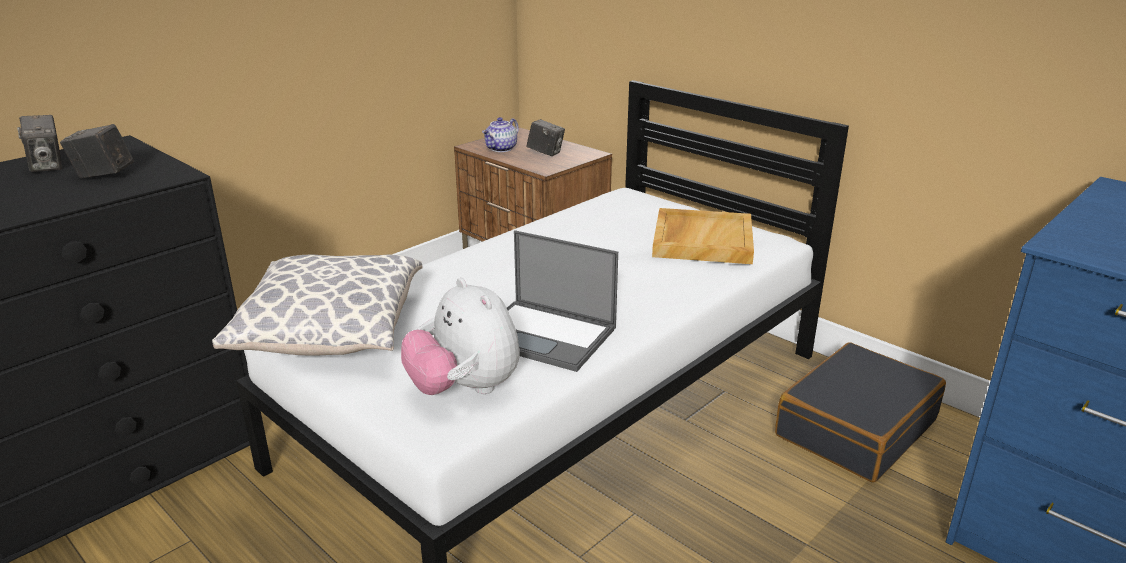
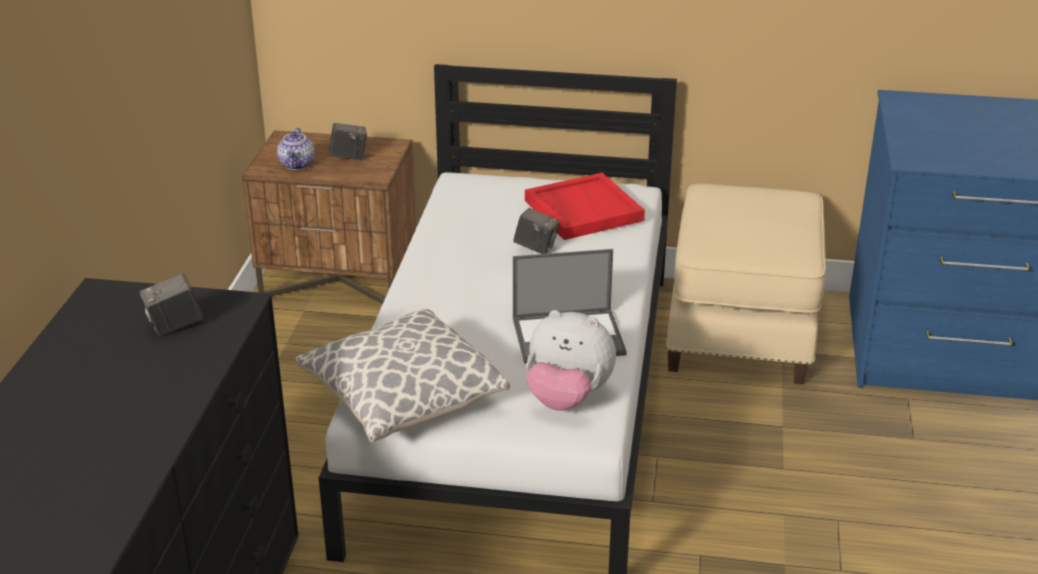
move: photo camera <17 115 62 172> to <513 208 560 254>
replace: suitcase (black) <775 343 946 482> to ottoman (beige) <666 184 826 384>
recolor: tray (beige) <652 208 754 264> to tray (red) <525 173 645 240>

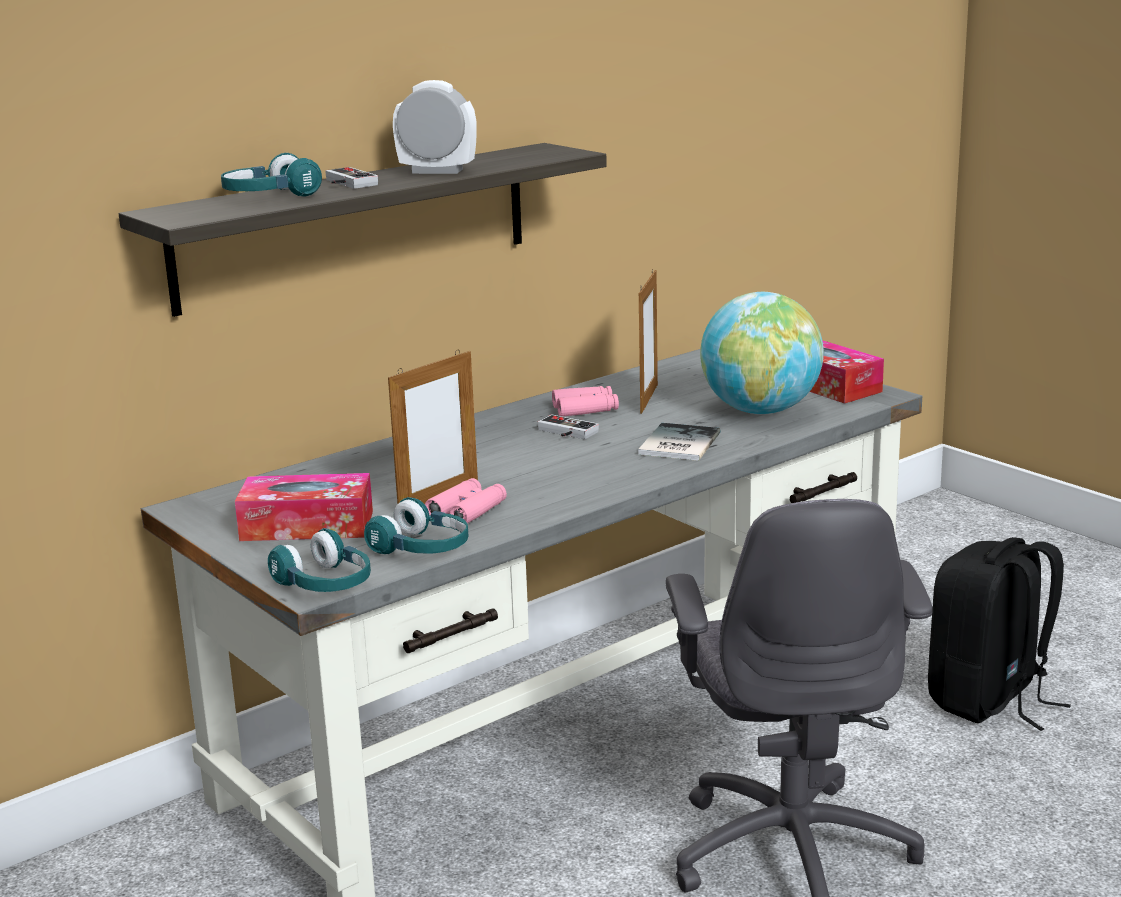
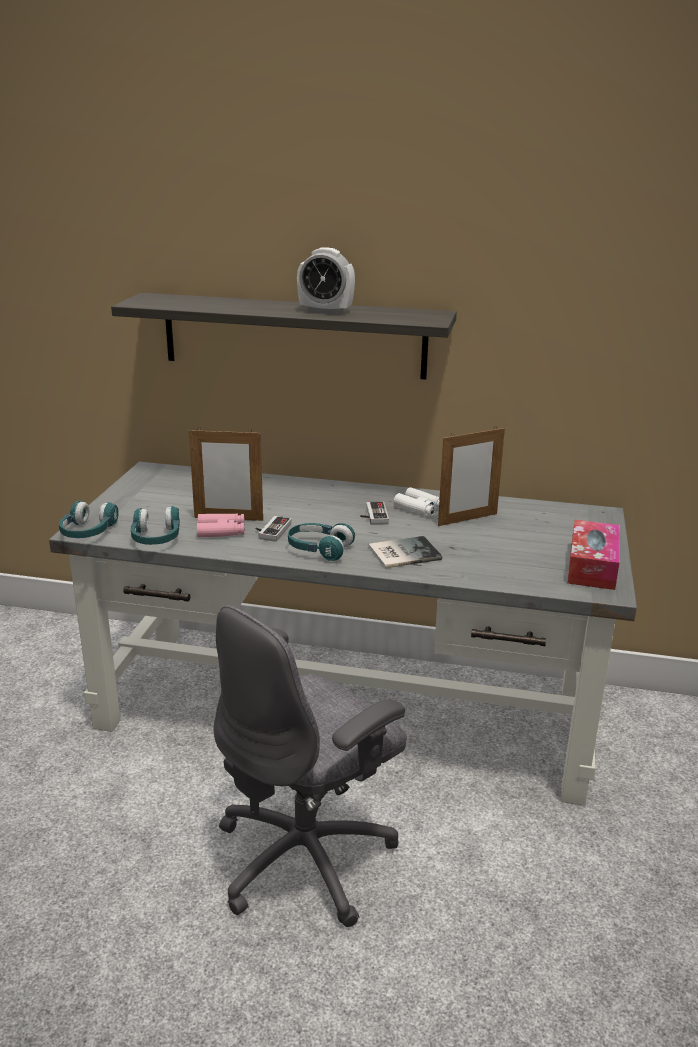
delete: tissue box <235 473 373 541>; globe <700 292 824 414>; backpack (black) <928 537 1071 731>
move: headphones (turquoise) <221 153 322 196> to <288 523 355 561>; game controller <325 167 378 189> to <256 516 292 542>
recolor: binoculars (pink) <552 386 619 417> to binoculars (white) <393 487 440 517>
rotate: alarm clock <393 80 477 174> = <297 247 355 315> 135 degrees clockwise

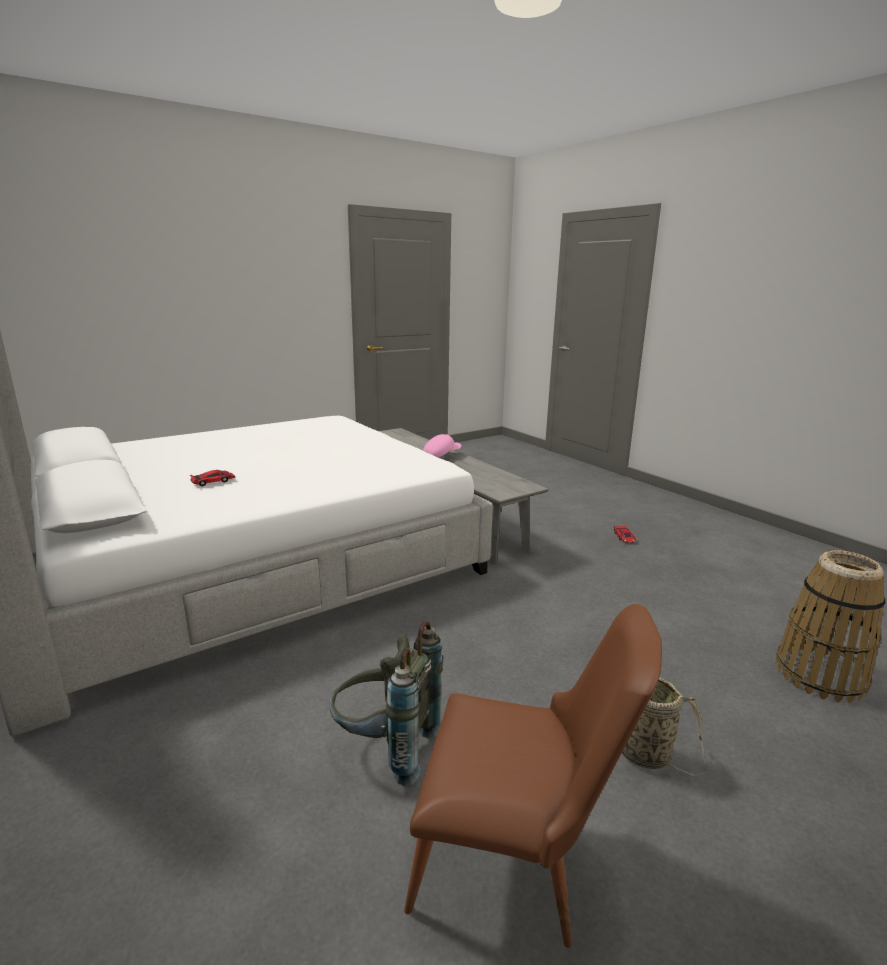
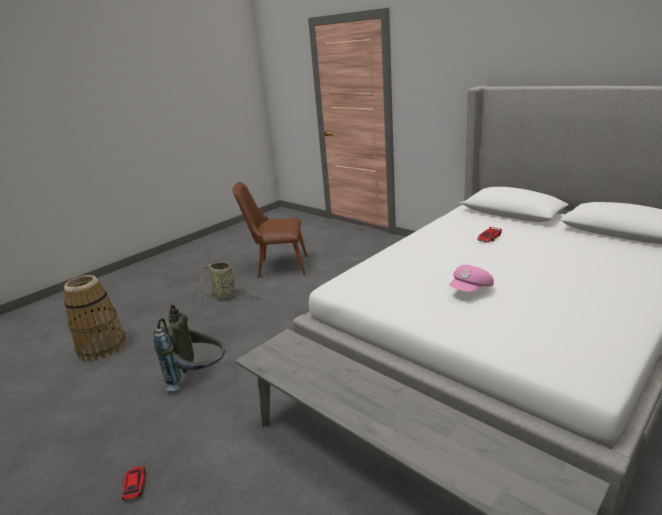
move: backpack (grey) <329 621 443 786> to <153 305 225 391>; cap (pink) <423 434 461 458> to <449 265 494 292>

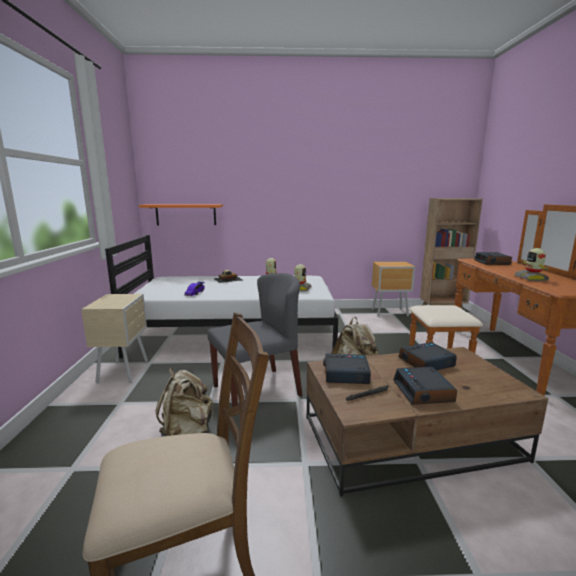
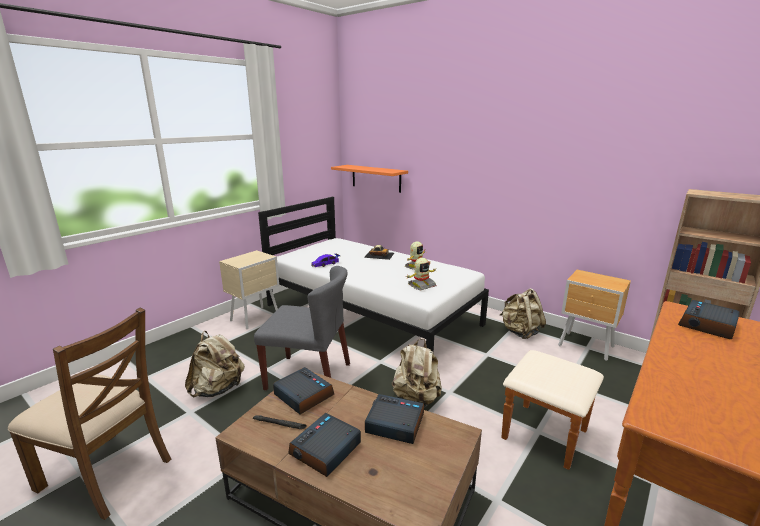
delete: toy robot <514 248 549 281>
insert: backpack (beige) <500 288 546 339>

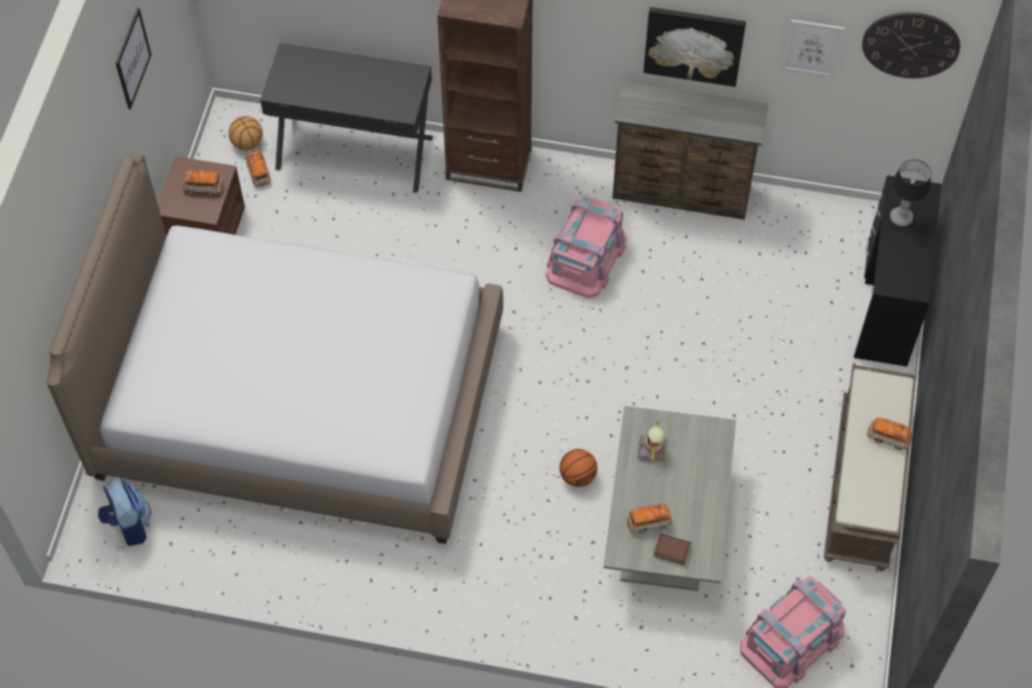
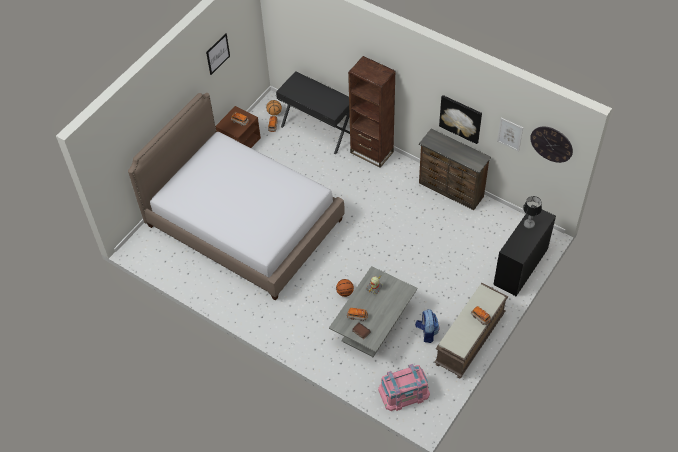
delete: storage box (pink) <546 196 627 299>
move: backpack <98 478 151 546> to <415 309 440 343>

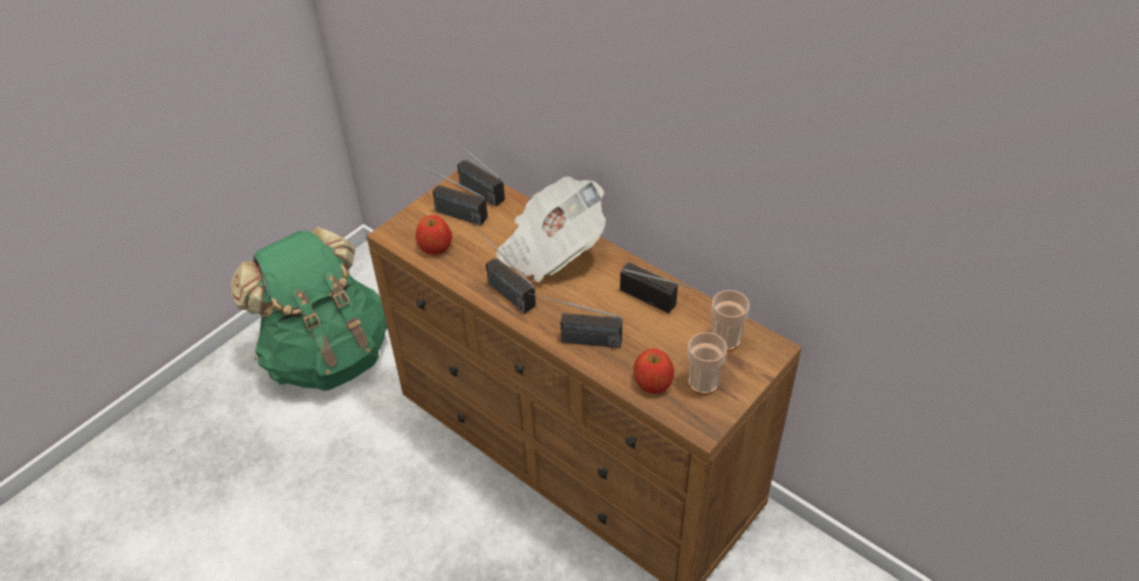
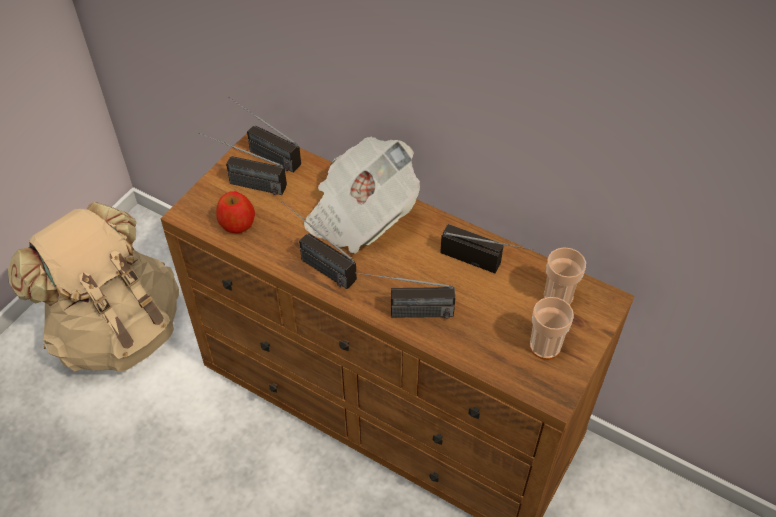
delete: apple <633 349 674 394>
recolor: backpack (green) <230 226 388 391> to backpack (beige) <8 202 179 372>

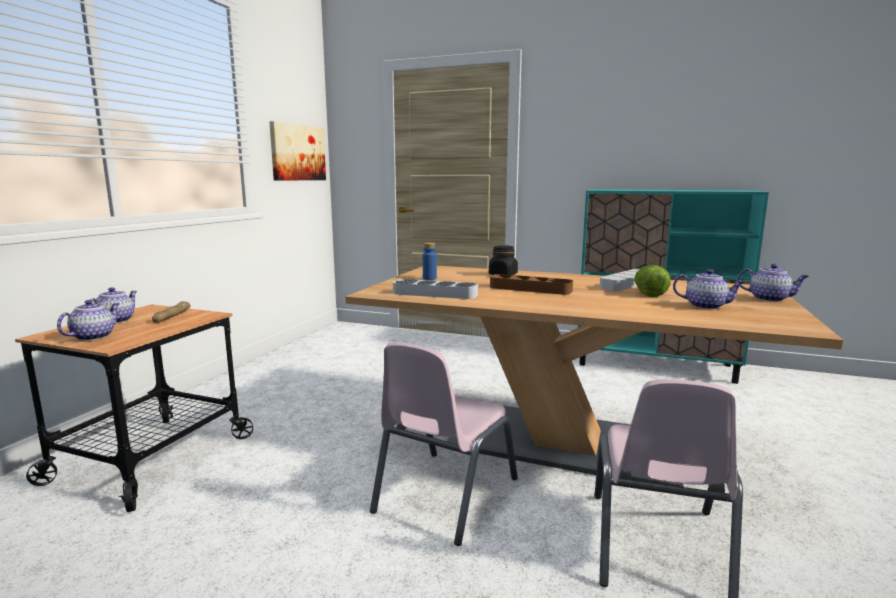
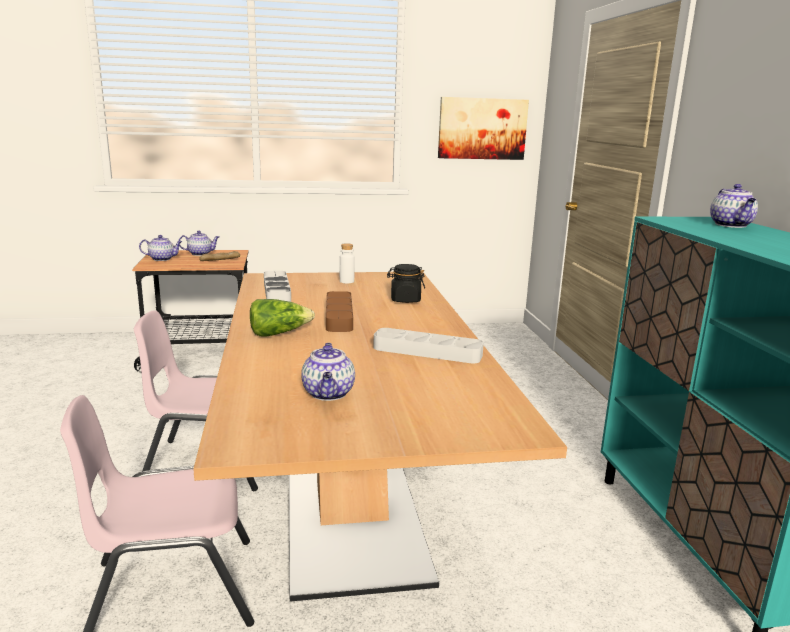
move: lettuce <635 265 671 297> to <250 299 315 336>; teapot <737 264 809 302> to <710 184 758 228>
recolor: bottle (blue) <423 243 437 280> to bottle (white) <340 243 355 283>

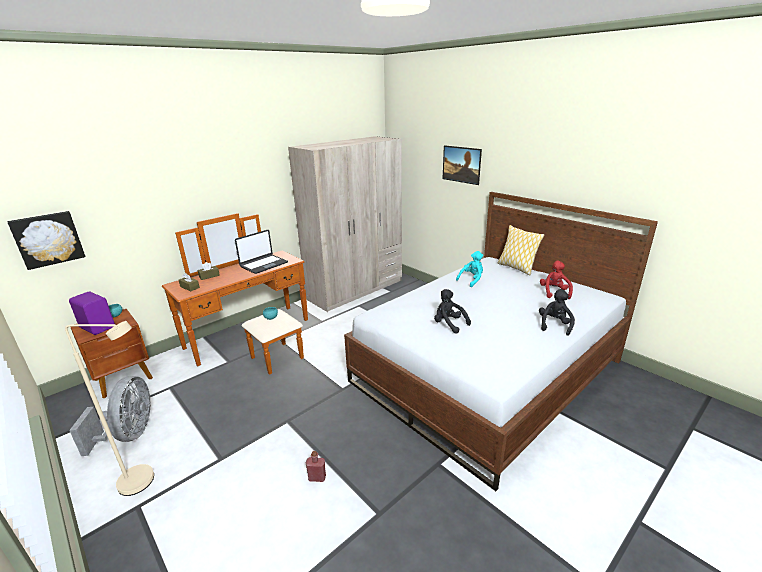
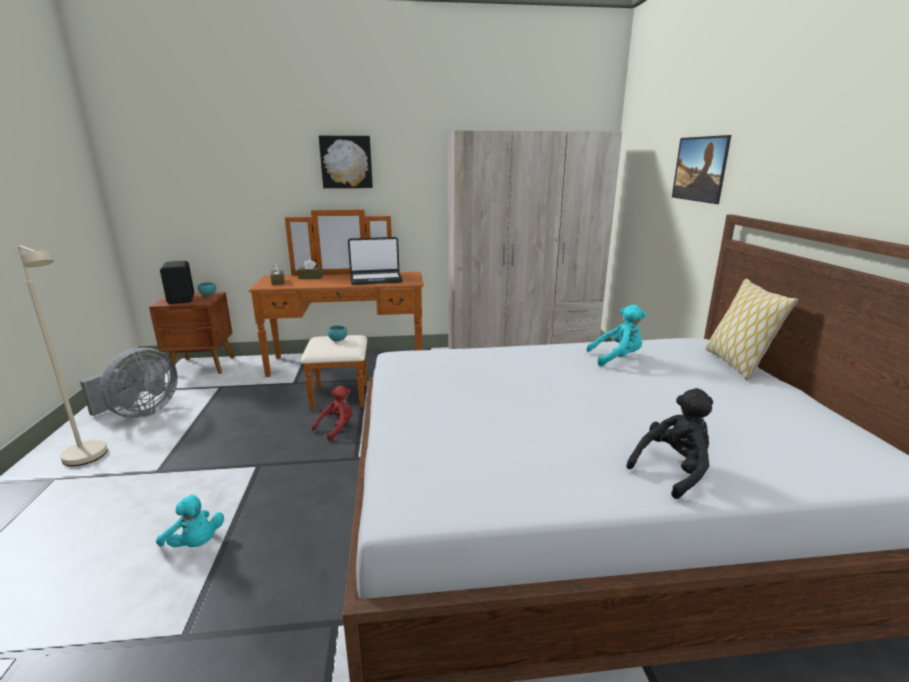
delete: plush toy (black) <434 289 471 334>
move: picture <7 211 86 270> to <319 136 373 188>; plush toy (red) <540 261 573 299> to <312 386 353 441>
replace: bottle (red) <306 451 326 482> to plush toy (turquoise) <156 494 224 547>
recolor: speaker (purple) <69 292 115 335> to speaker (black) <160 261 194 304>

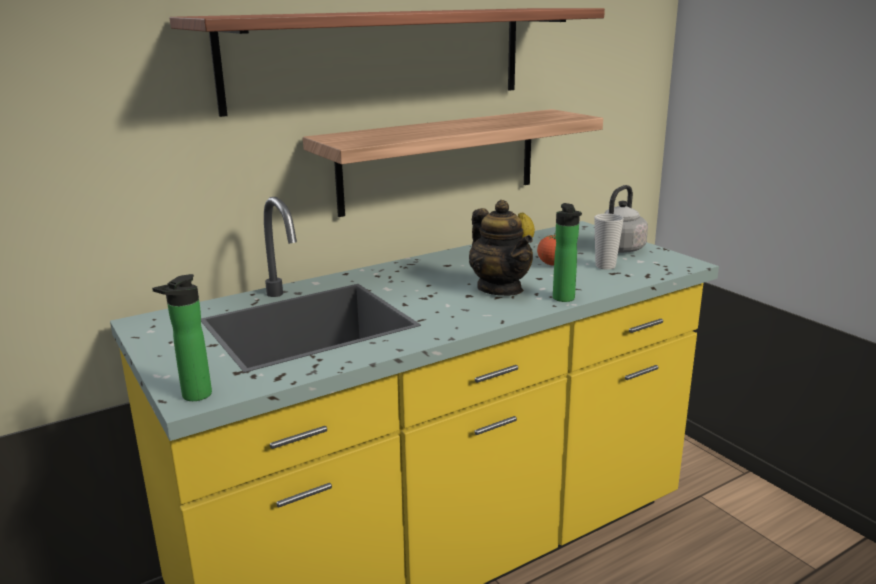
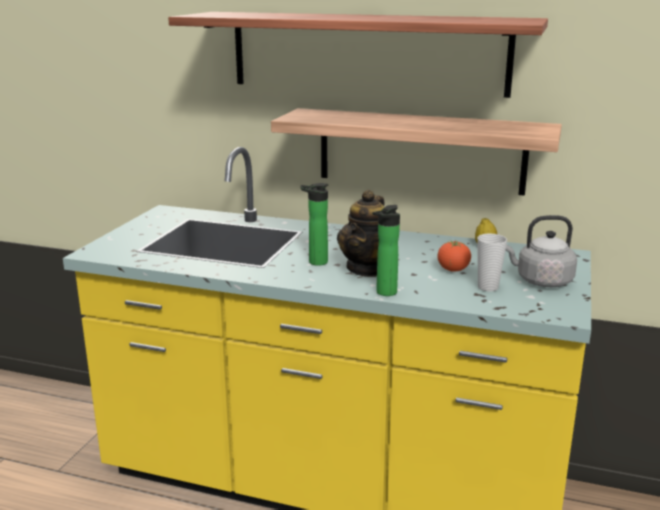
move: bottle <152 274 212 401> to <300 183 328 266>

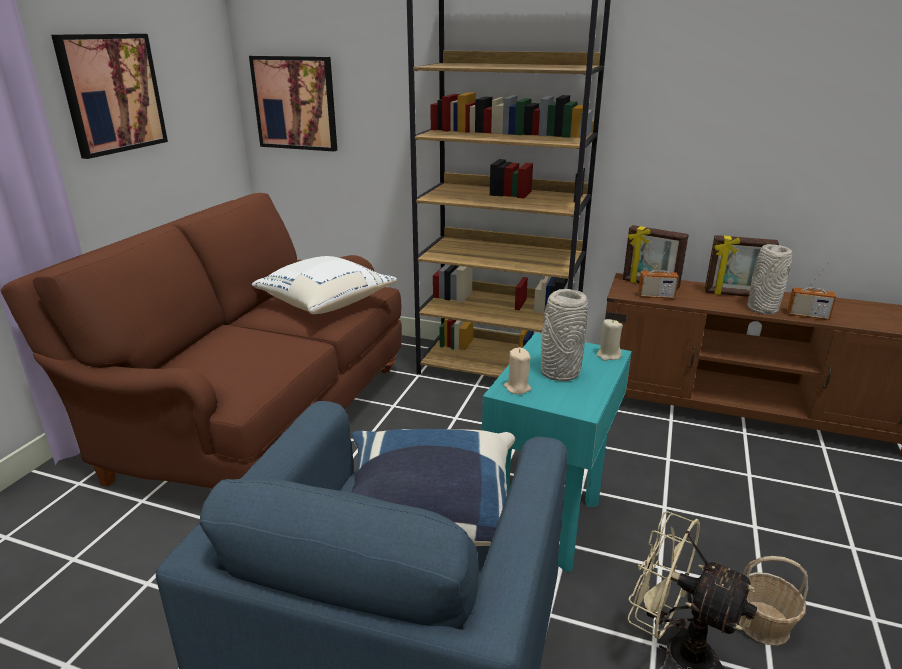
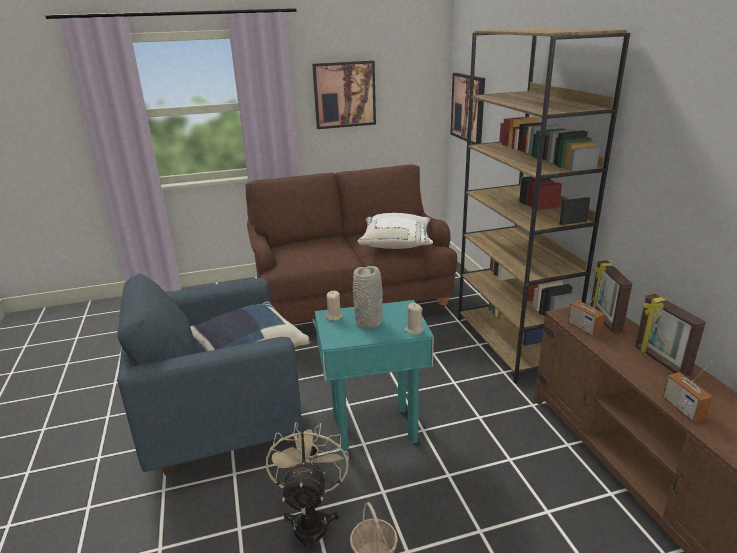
delete: vase (grey) <748 244 792 314>

